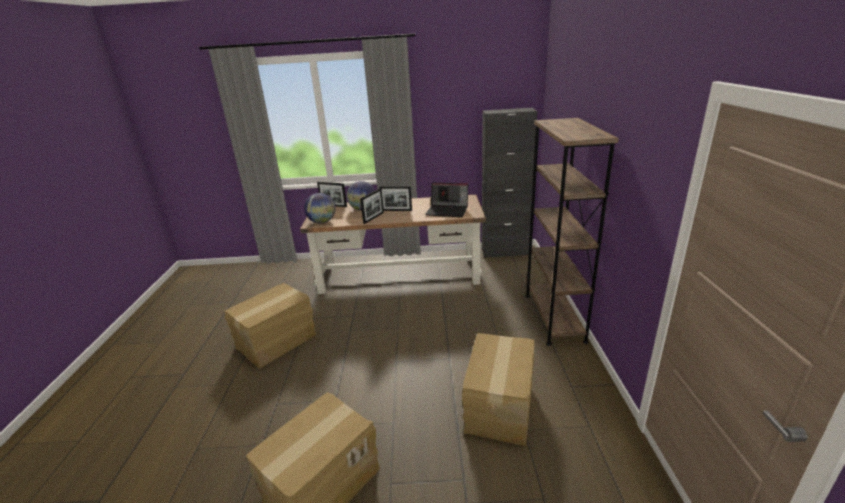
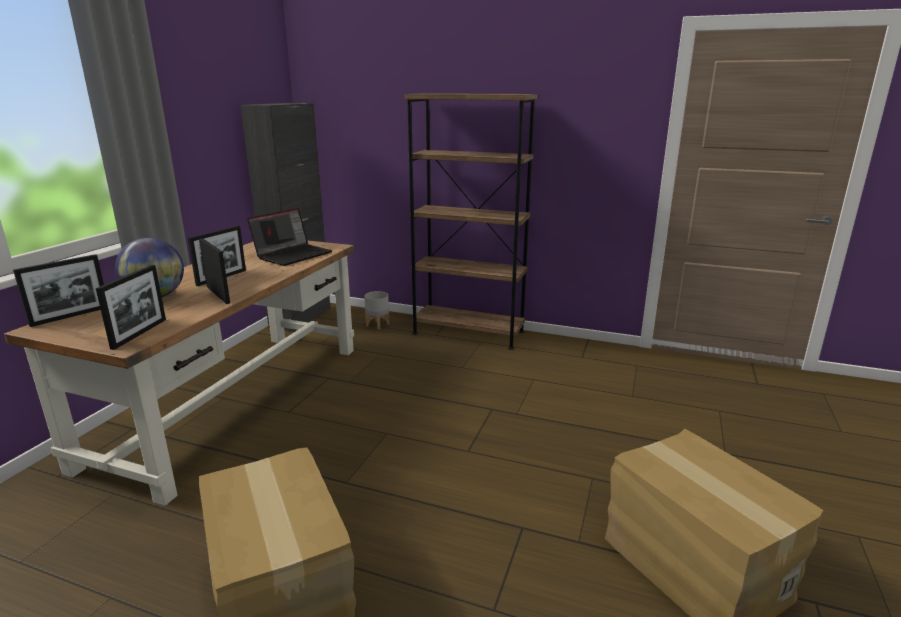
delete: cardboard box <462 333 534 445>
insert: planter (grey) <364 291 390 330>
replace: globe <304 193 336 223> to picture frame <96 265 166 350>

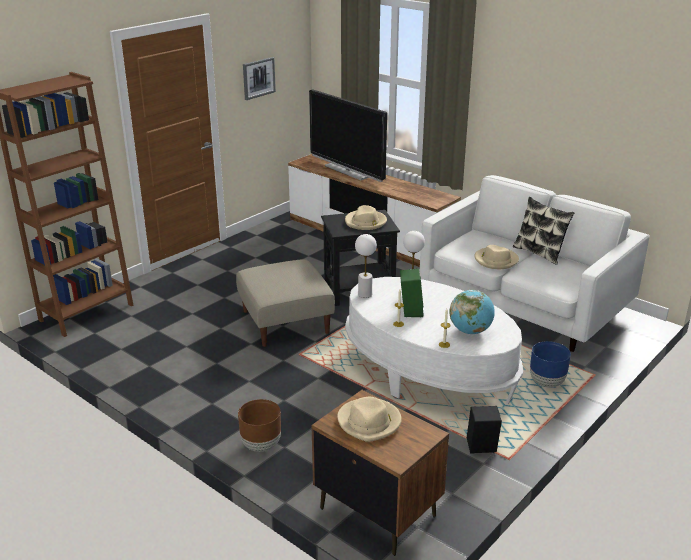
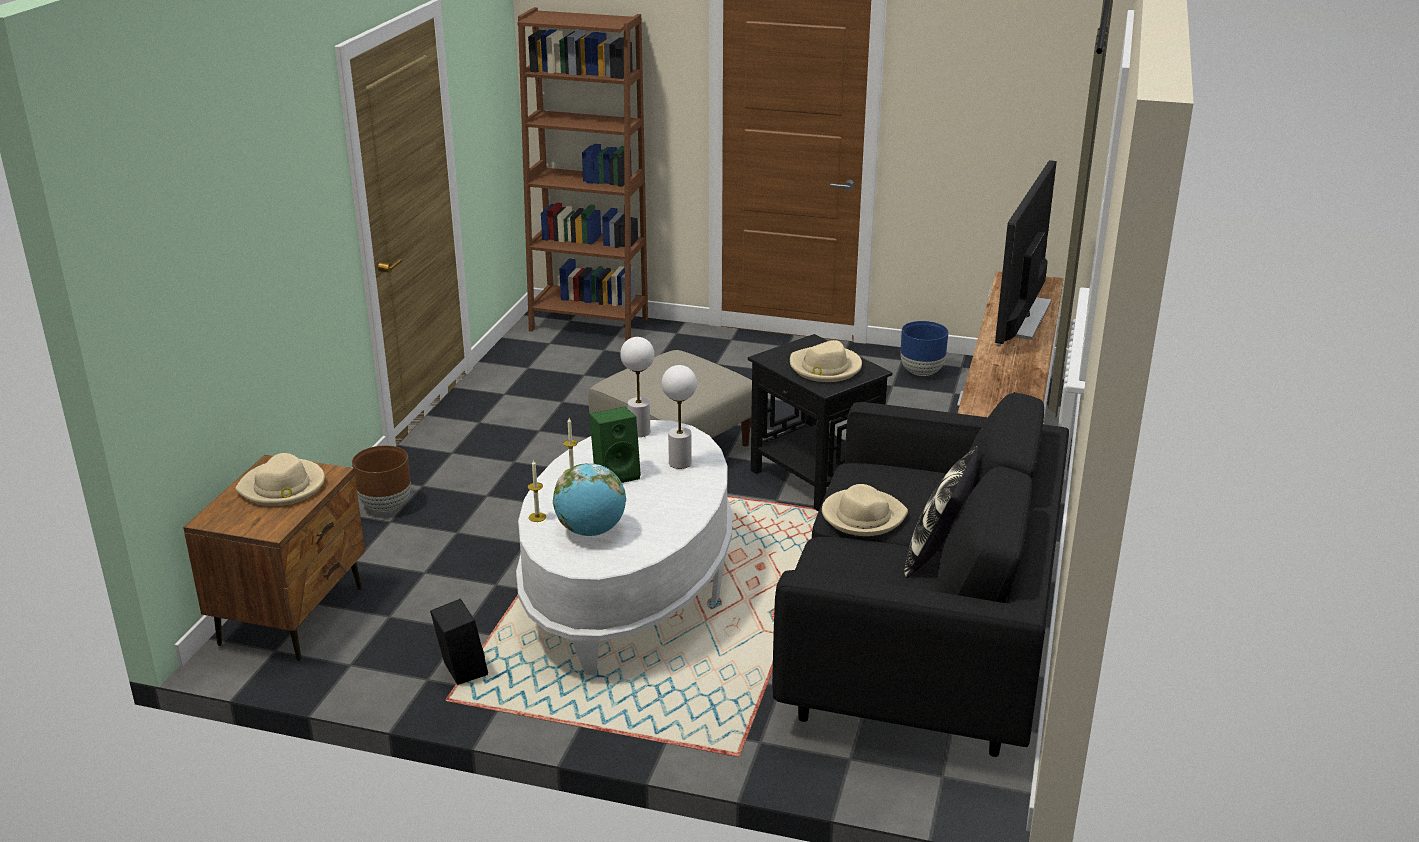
delete: picture <243 57 276 100>
move: planter (blue) <530 341 571 388> to <901 321 948 376>
recolor: sofa (white) <420 175 650 352> to sofa (black) <772 392 1069 757>

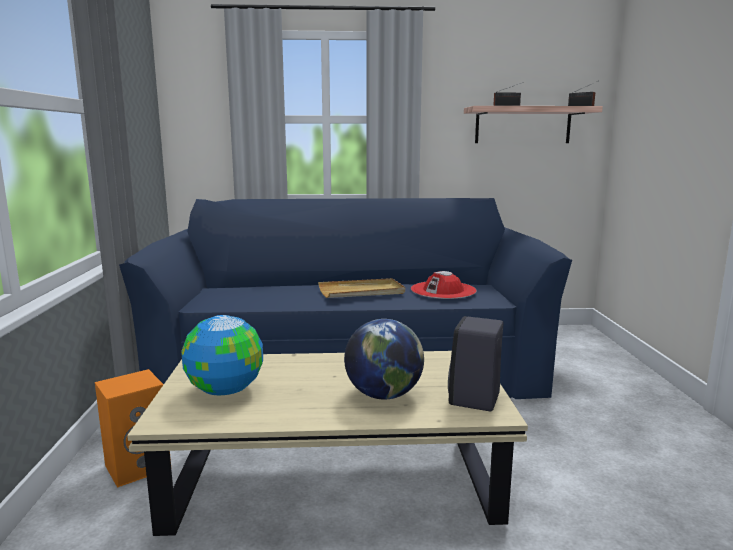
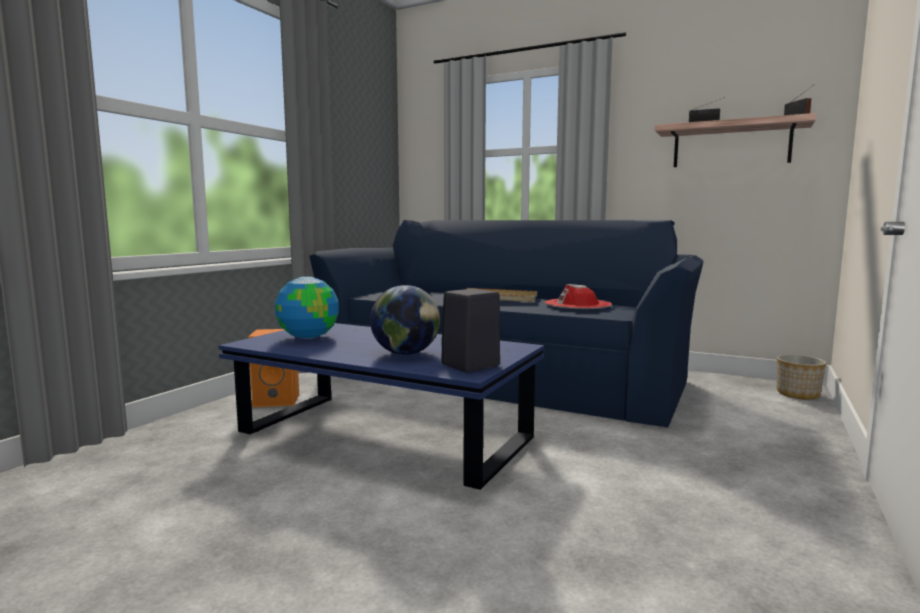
insert: planter <777 355 826 400>
recolor: coffee table (beige) <127 351 528 536> to coffee table (blue) <218 323 544 490>

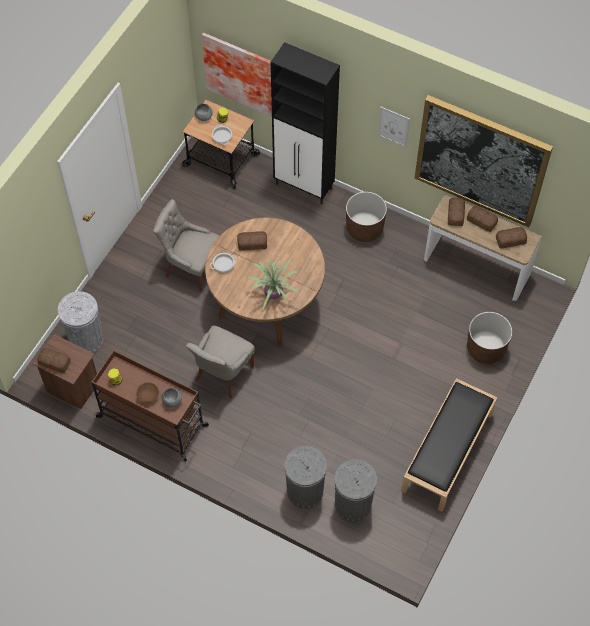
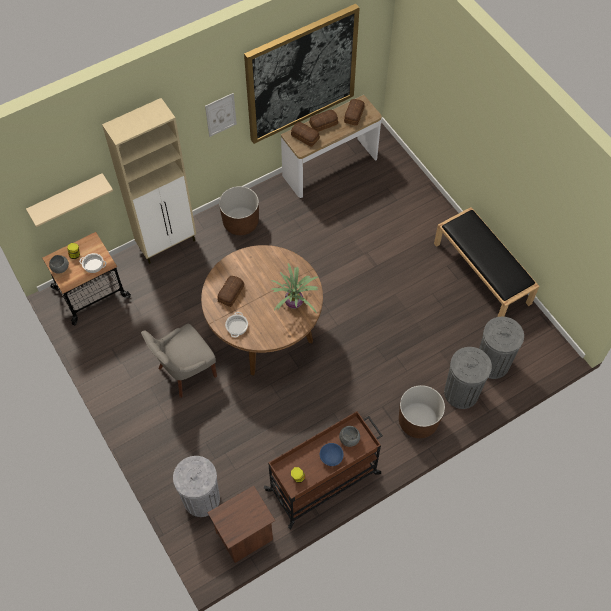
delete: bread <37 348 71 373>; chair (grey) <186 326 255 399>
move: planter (brown) <467 312 512 364> to <399 385 445 438>
replace: picture <202 33 272 117> to shelf (beige) <26 173 113 227>
recolor: bowl (brown) <136 382 159 403> to bowl (blue) <320 443 344 466>; cabinet (black) <271 42 340 205> to cabinet (beige) <102 98 196 264>

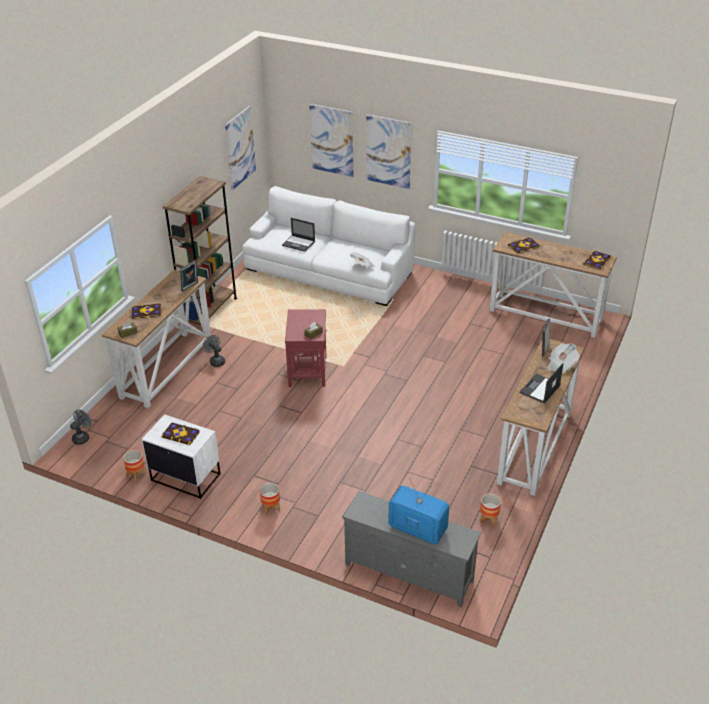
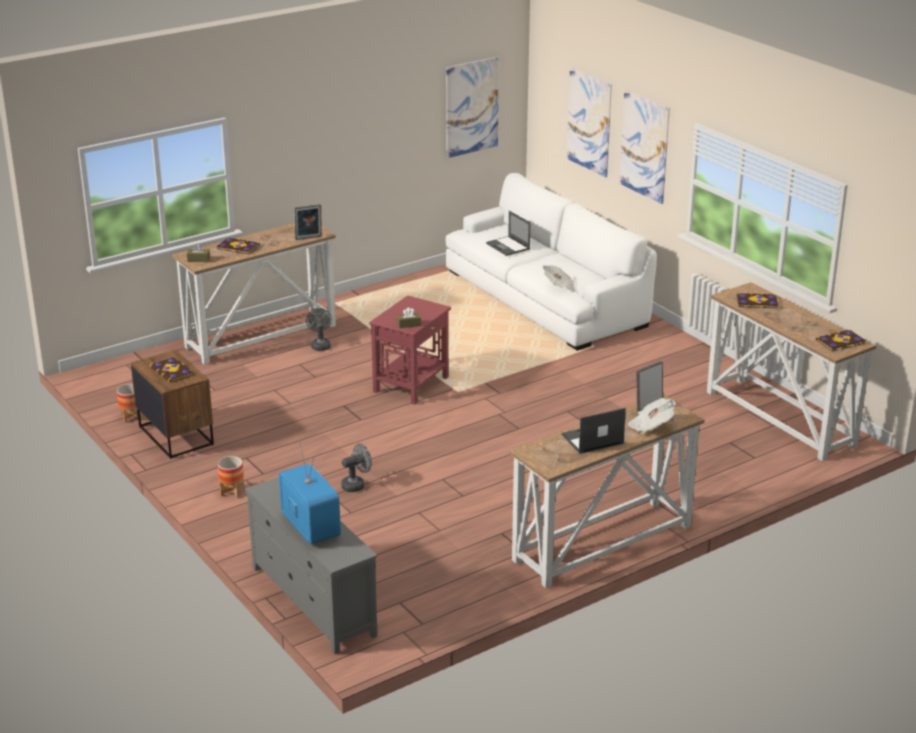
delete: bookcase (brown) <162 176 237 325>; planter <480 494 501 526>
move: fan (grey) <70 409 92 445> to <341 443 371 492>
recolor: nightstand (white) <142 414 220 499> to nightstand (brown) <131 350 214 459>

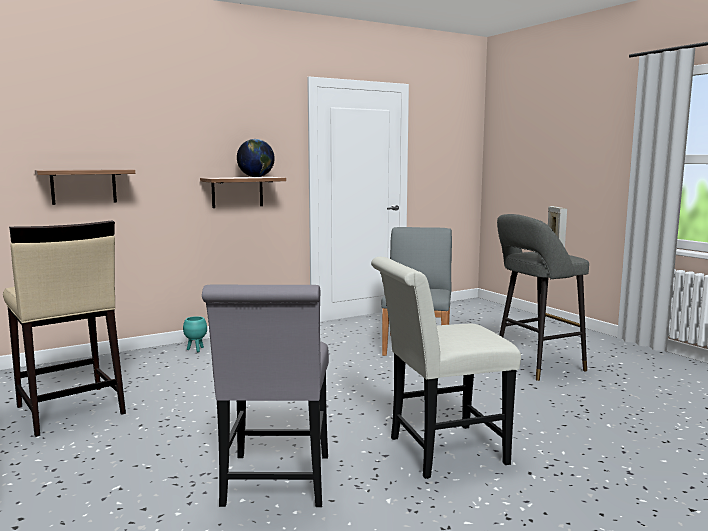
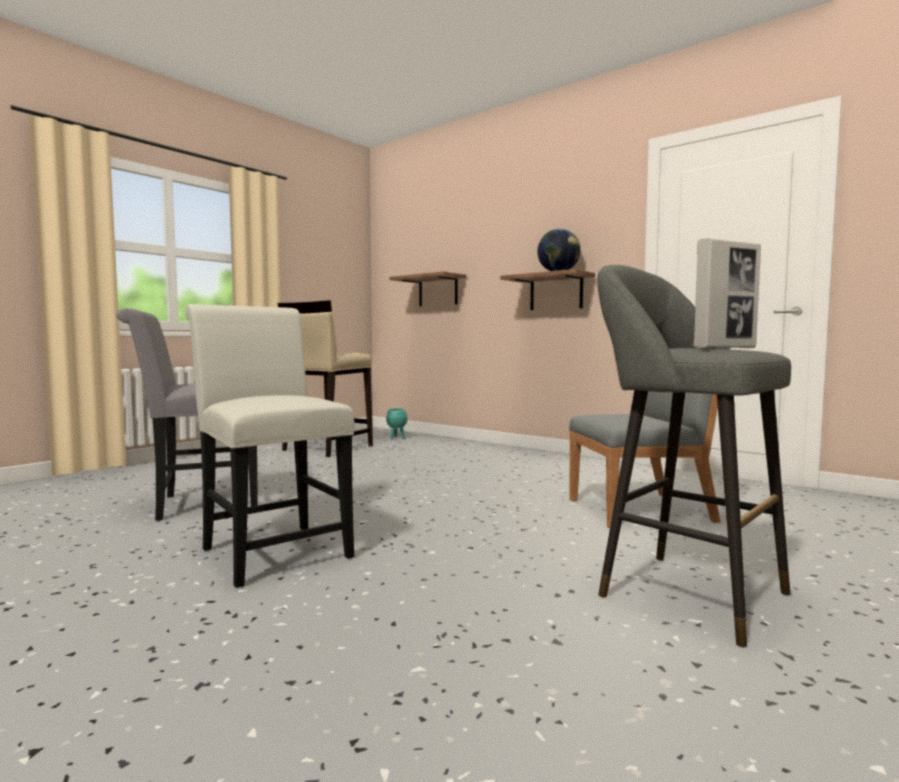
move: planter (turquoise) <183 316 207 352> to <386 409 407 439>

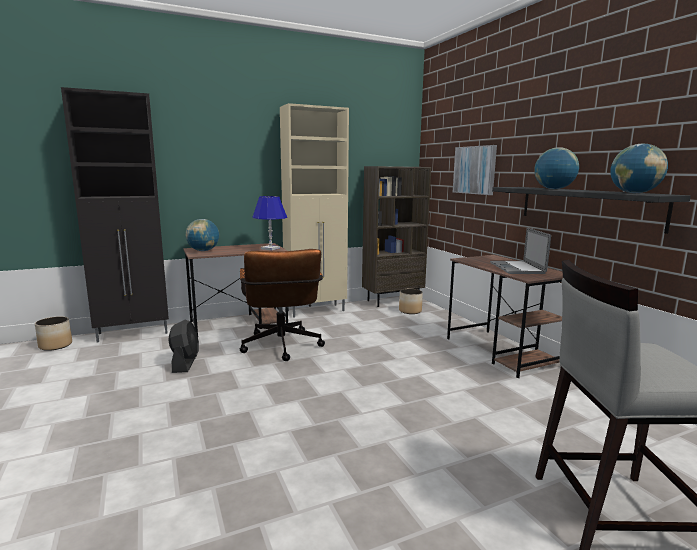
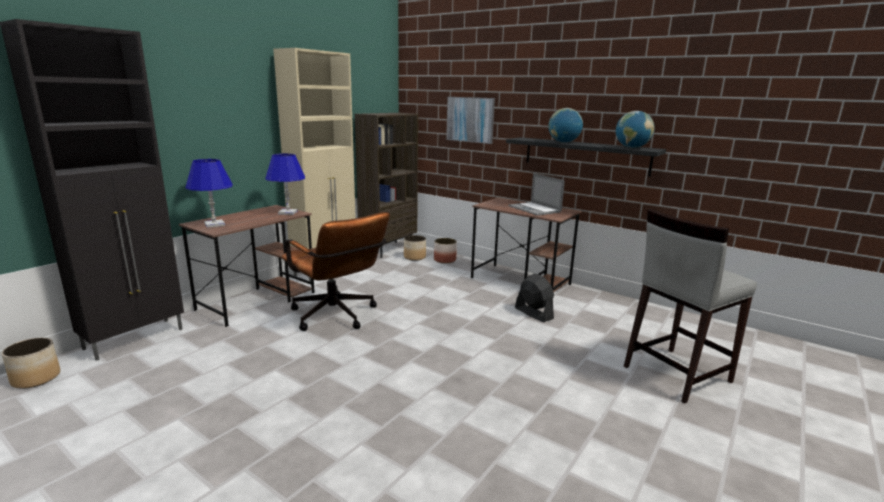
insert: planter <434 238 457 264>
move: fan (black) <168 320 199 373> to <515 274 554 322>
replace: globe <186 219 219 251> to table lamp (blue) <185 159 233 228>

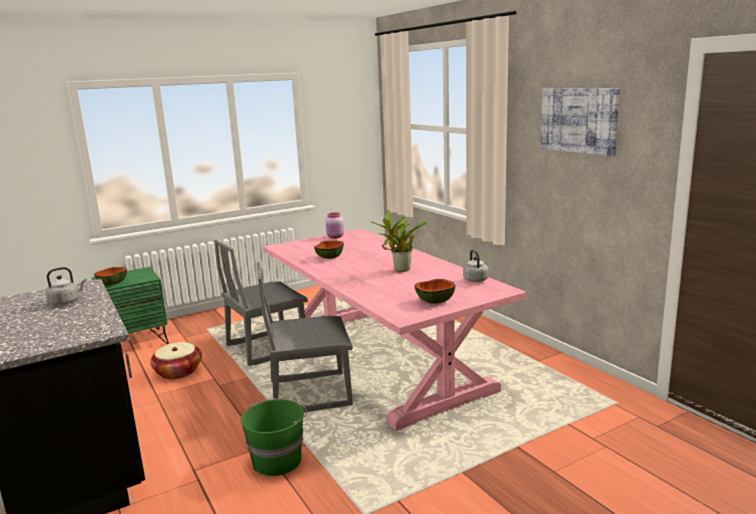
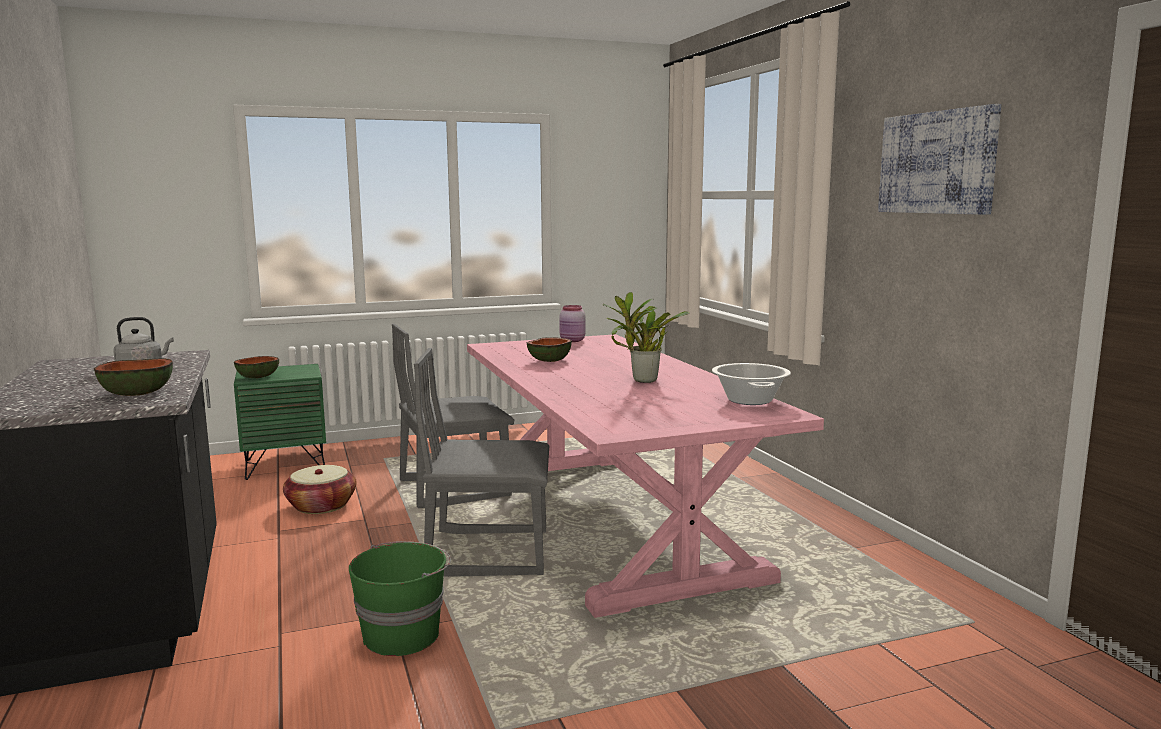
move: bowl <414 279 456 304> to <94 358 173 396>
replace: kettle (grey) <463 250 488 282> to cooking pot <712 363 791 405>

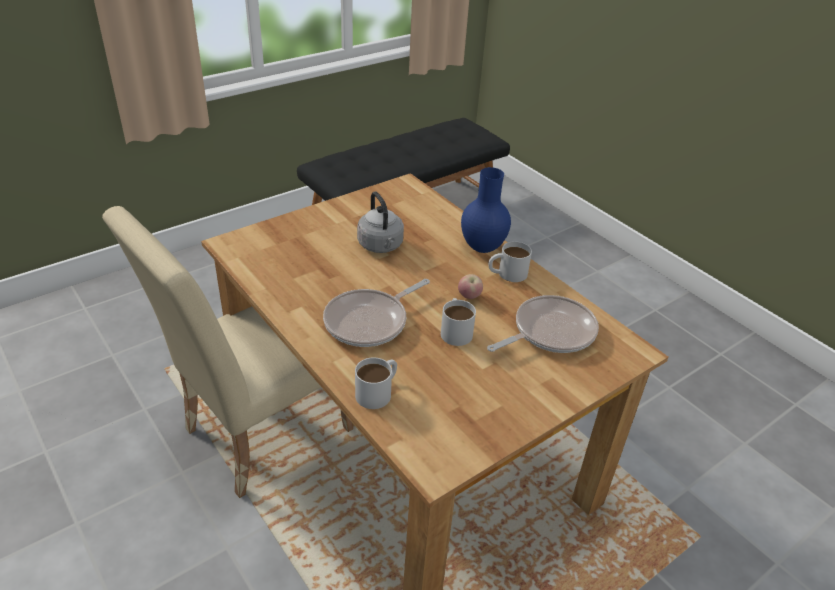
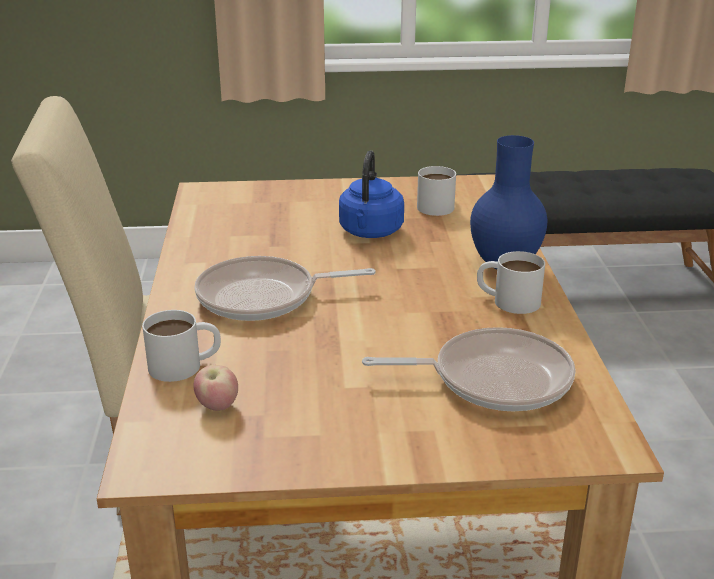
move: mug (white) <441 298 476 346> to <417 166 456 216>; apple <458 274 483 299> to <193 365 238 411>
recolor: kettle (grey) <357 191 404 253> to kettle (blue) <339 150 404 238>

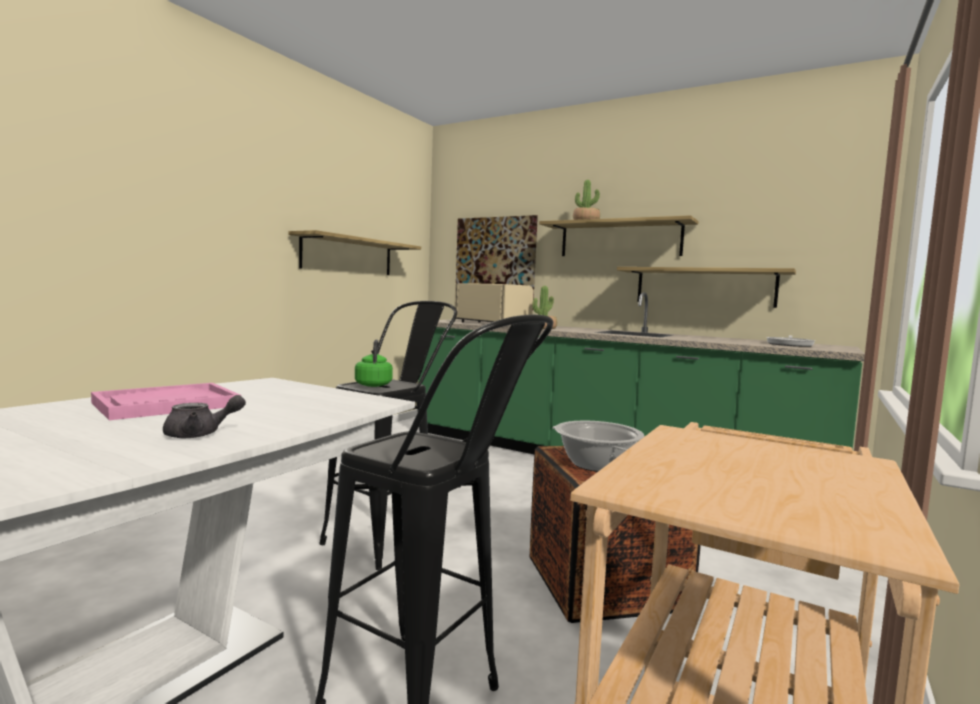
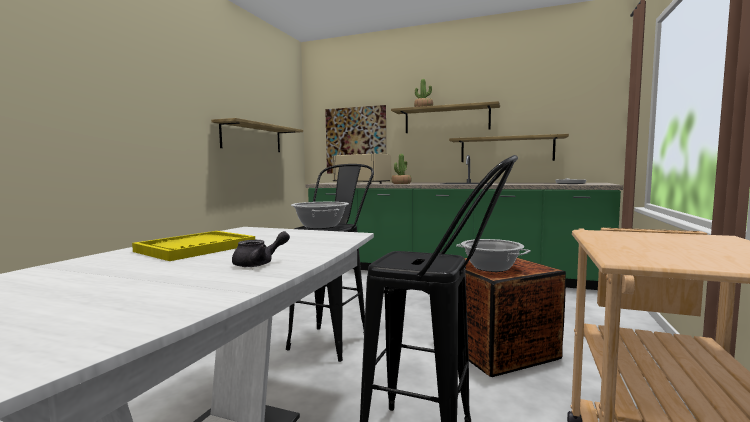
replace: kettle (green) <355 339 393 387> to cooking pot <291 202 349 229>
recolor: tray (pink) <91 383 241 420> to tray (yellow) <132 231 255 261>

